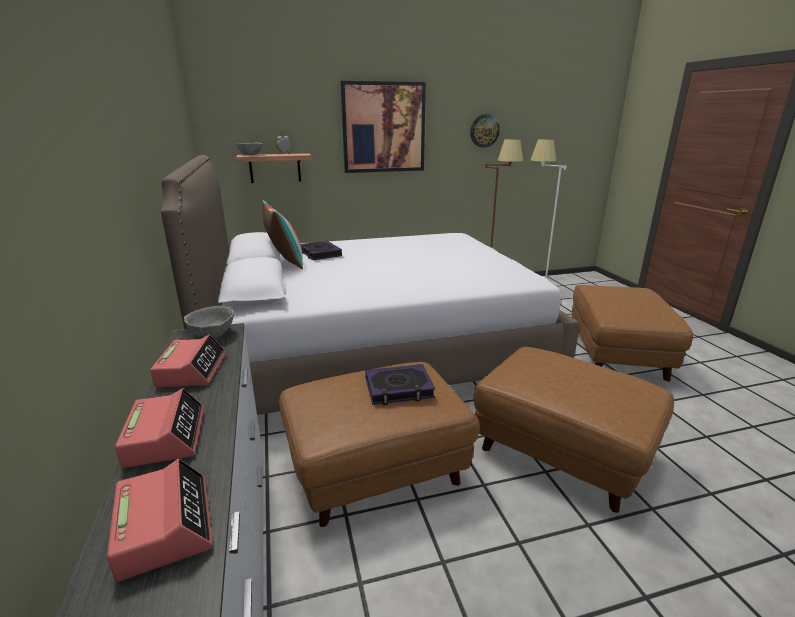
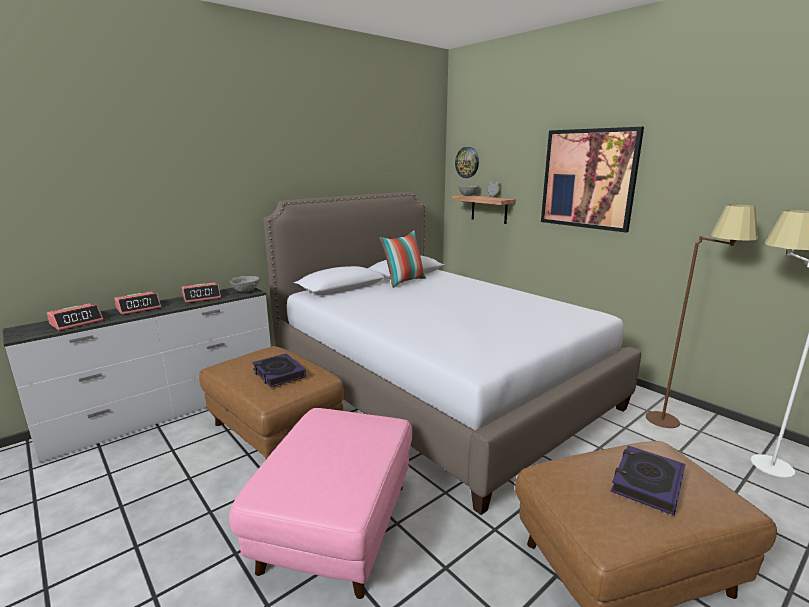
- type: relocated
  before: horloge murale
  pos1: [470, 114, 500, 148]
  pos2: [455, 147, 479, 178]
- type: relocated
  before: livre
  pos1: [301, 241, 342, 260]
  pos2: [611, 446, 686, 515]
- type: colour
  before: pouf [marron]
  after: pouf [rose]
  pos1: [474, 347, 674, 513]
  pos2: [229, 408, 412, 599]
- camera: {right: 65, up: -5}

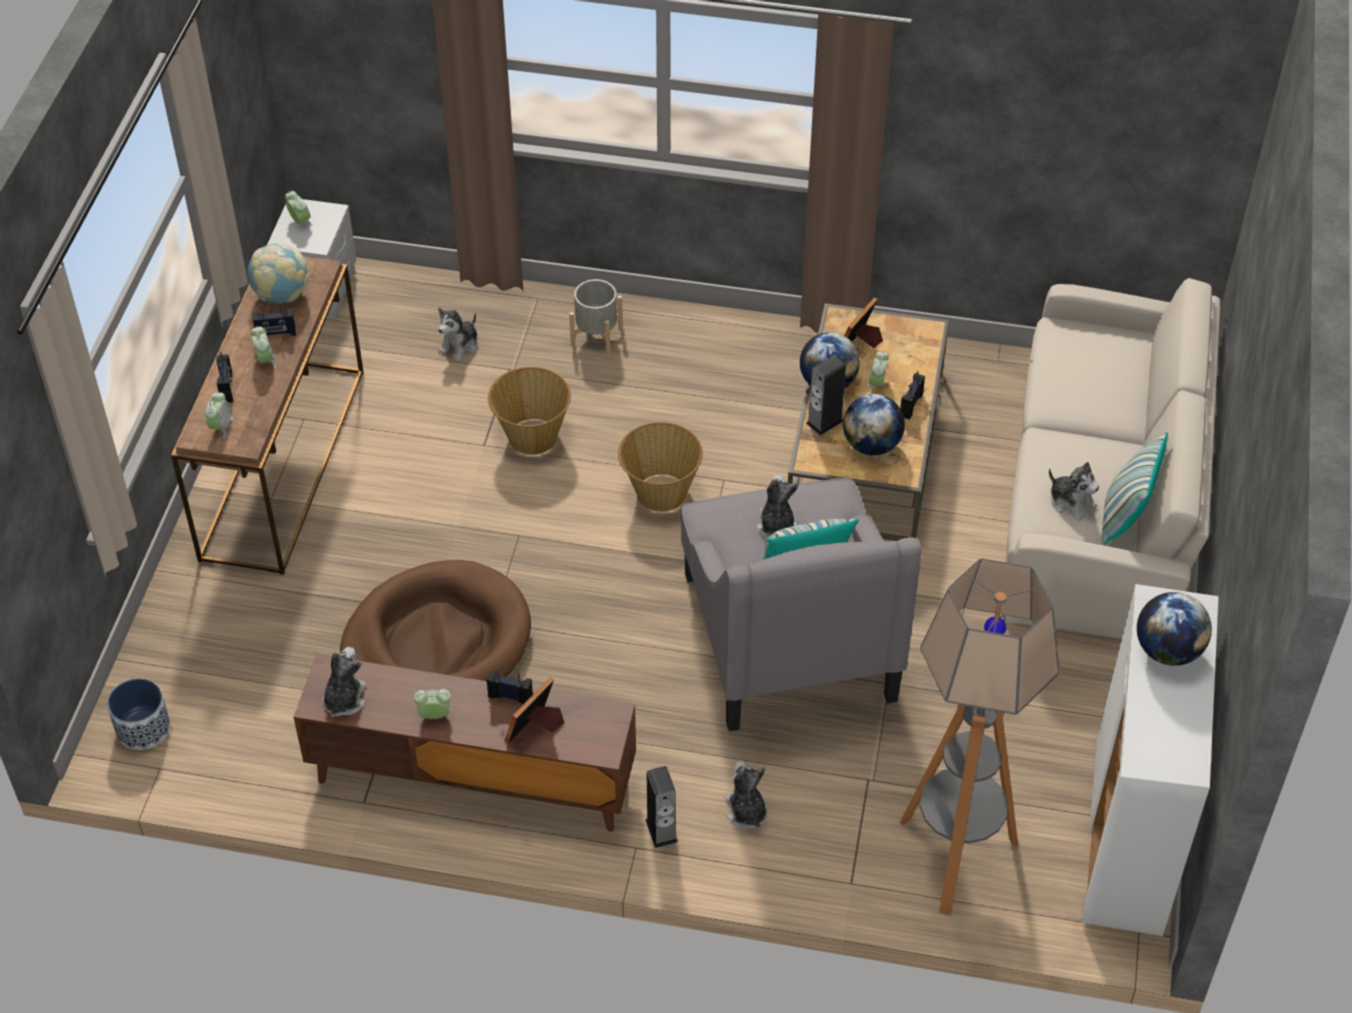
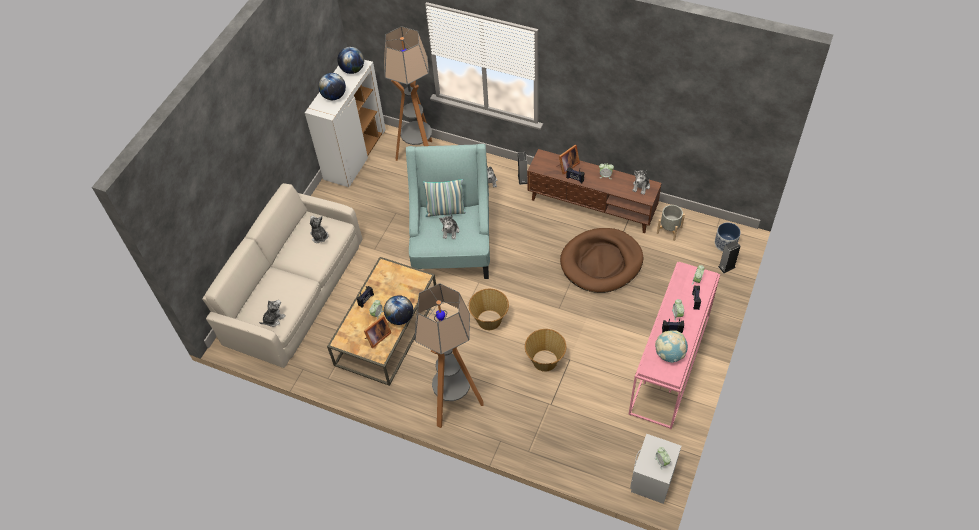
- type: colour
  before: table console [marron]
  after: table console [rose]
  pos1: [171, 256, 364, 575]
  pos2: [628, 262, 720, 429]
- type: relocated
  before: cache-pot [gris]
  pos1: [569, 279, 623, 355]
  pos2: [657, 205, 685, 241]
- type: relocated
  before: peluche
  pos1: [438, 307, 478, 361]
  pos2: [259, 300, 286, 327]
- type: relocated
  before: enceinte
  pos1: [806, 355, 846, 435]
  pos2: [718, 240, 741, 273]
- type: relocated
  before: globe
  pos1: [843, 394, 905, 455]
  pos2: [337, 47, 364, 74]
- type: missing
  before: coussin
  pos1: [1102, 432, 1168, 545]
- type: colour
  before: fauteuil [gris]
  after: fauteuil [turquoise]
  pos1: [681, 478, 922, 731]
  pos2: [406, 144, 490, 279]
- type: appeared
  after: lampadaire
  pos2: [414, 283, 484, 428]
- camera: {right: -165, up: 5}

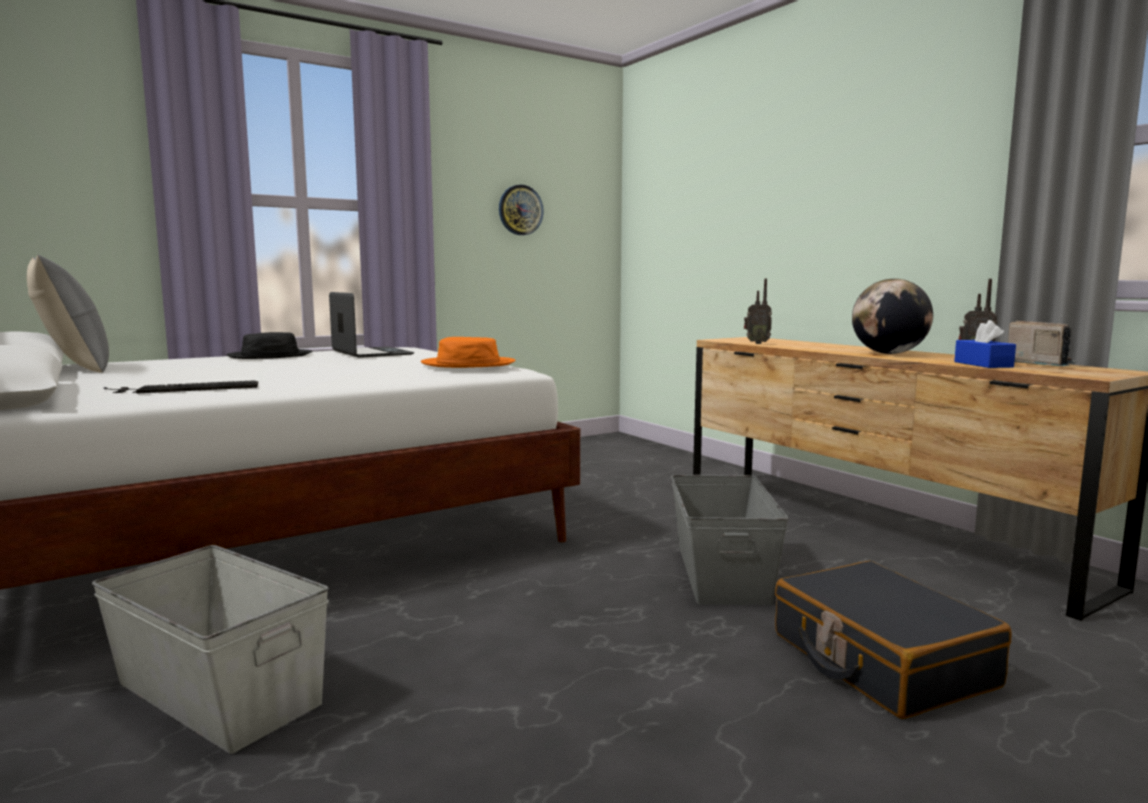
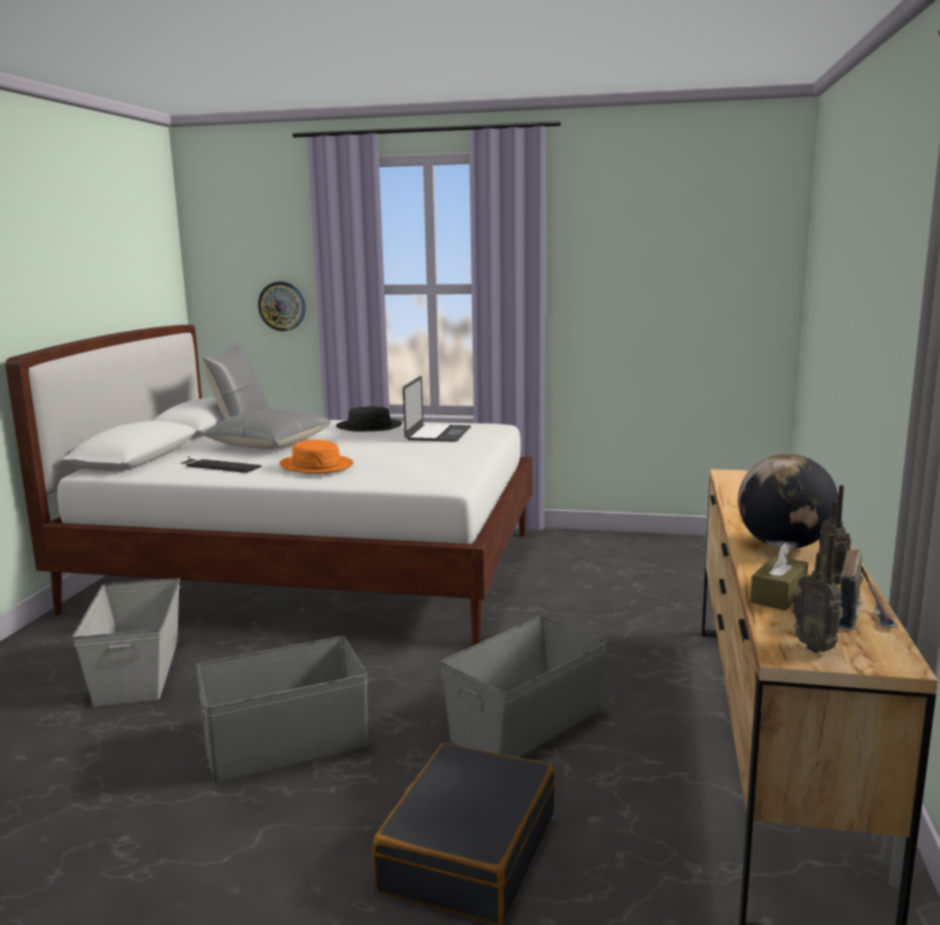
- type: relocated
  before: horloge murale
  pos1: [499, 185, 544, 235]
  pos2: [258, 281, 306, 331]
- type: relocated
  before: radio
  pos1: [744, 278, 772, 344]
  pos2: [792, 534, 843, 653]
- type: colour
  before: boîte à mouchoirs [bleu]
  after: boîte à mouchoirs [marron]
  pos1: [954, 320, 1016, 368]
  pos2: [750, 542, 808, 611]
- type: relocated
  before: chapeau [orange]
  pos1: [421, 337, 515, 368]
  pos2: [279, 440, 354, 474]
- type: appeared
  after: coussin [gris]
  pos2: [200, 408, 331, 449]
- type: appeared
  after: boîte de rangement [gris]
  pos2: [196, 636, 368, 782]
- camera: {right: 45, up: 5}

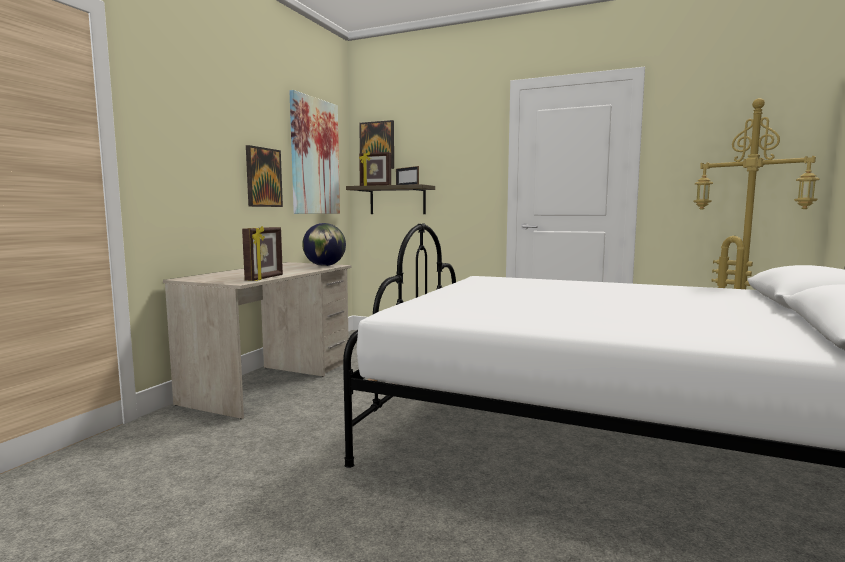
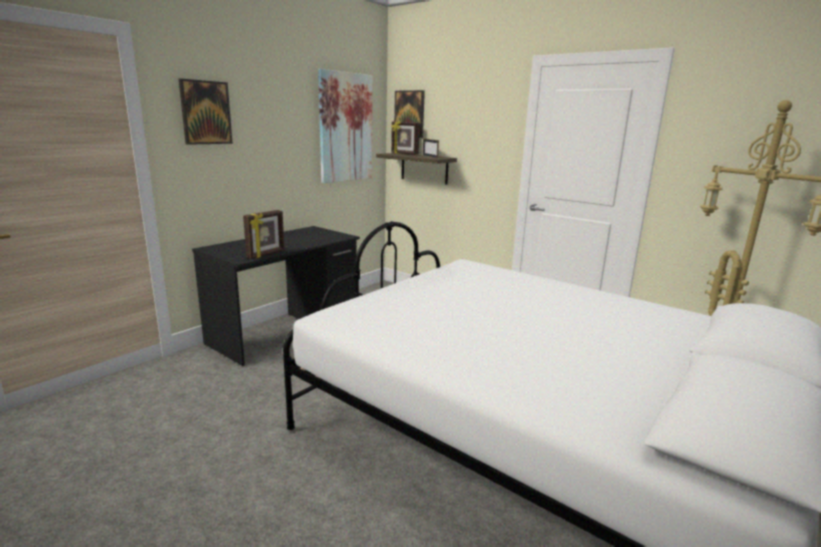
- type: relocated
  before: tableau
  pos1: [246, 145, 283, 207]
  pos2: [178, 78, 233, 145]
- type: missing
  before: globe
  pos1: [302, 223, 346, 266]
- type: colour
  before: bureau [beige]
  after: bureau [noir]
  pos1: [163, 262, 351, 419]
  pos2: [192, 226, 360, 366]
- camera: {right: 15, up: 10}

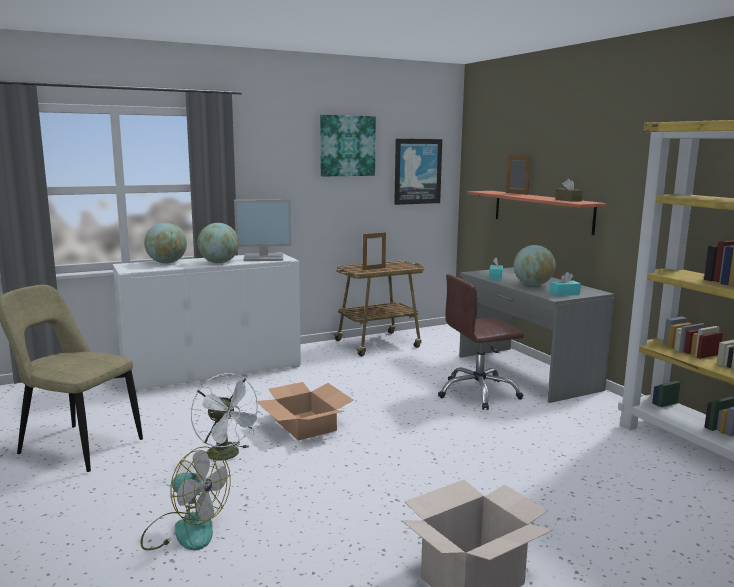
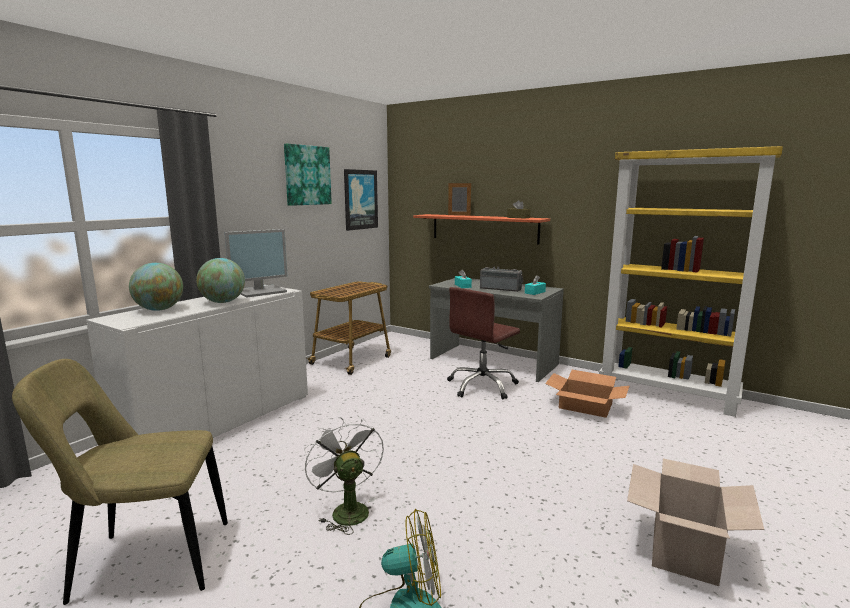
- type: missing
  before: cadre photo
  pos1: [363, 231, 386, 270]
- type: exchanged
  before: globe
  after: radio
  pos1: [514, 245, 555, 286]
  pos2: [480, 266, 524, 292]
- type: spun
  before: ventilateur [blanc]
  pos1: [191, 373, 263, 460]
  pos2: [304, 418, 384, 535]
  turn: -135
- type: relocated
  before: carton
  pos1: [257, 382, 353, 440]
  pos2: [545, 370, 630, 418]
- camera: {right: -30, up: 0}

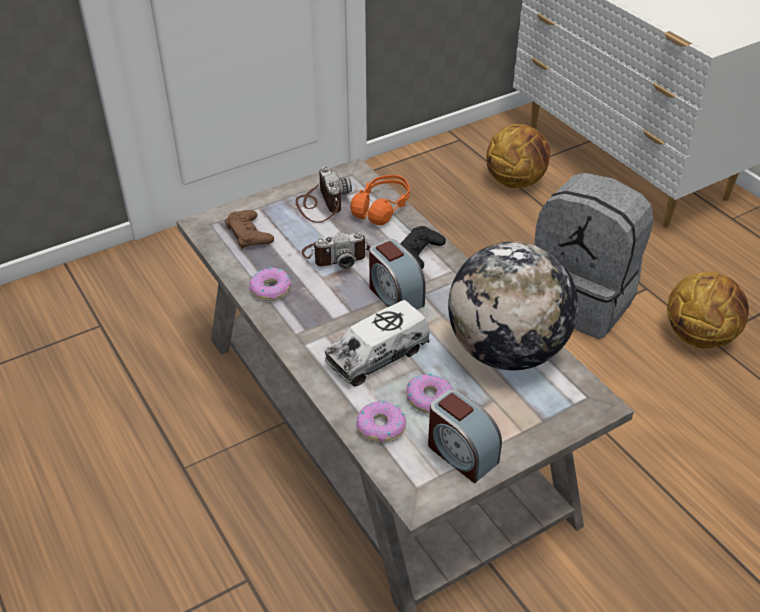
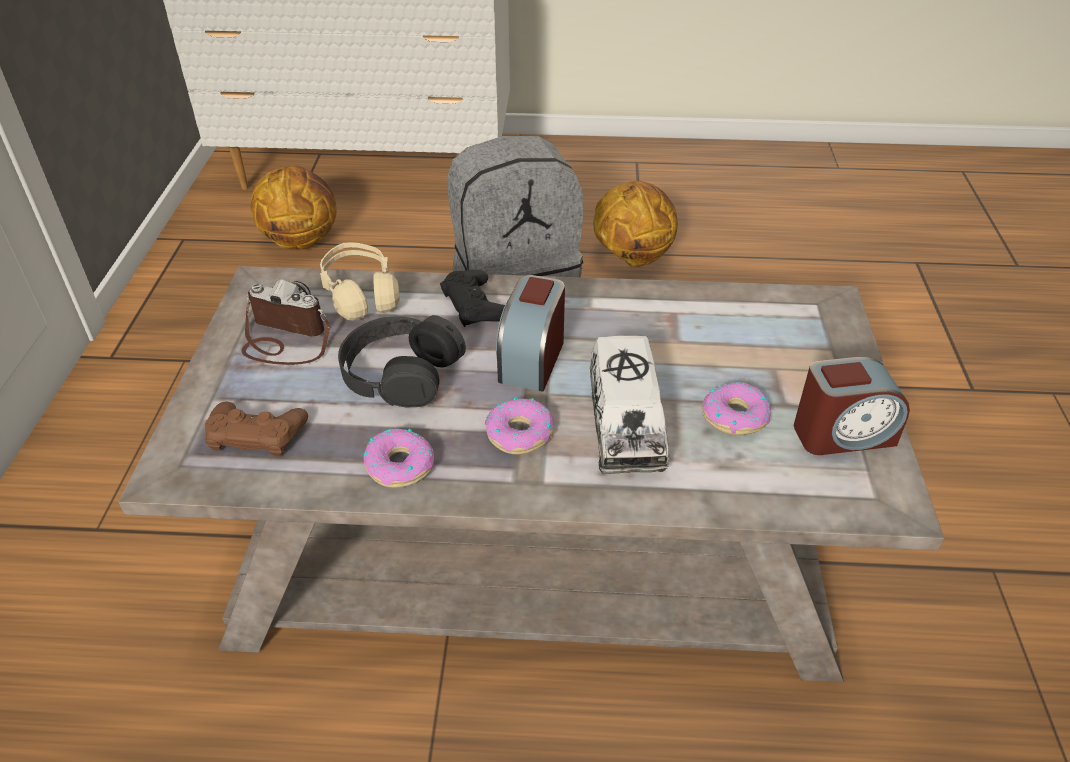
- type: colour
  before: casque audio [orange]
  after: casque audio [beige]
  pos1: [350, 175, 410, 225]
  pos2: [320, 242, 400, 321]
- type: exchanged
  before: appareil photo
  after: casque audio [noir]
  pos1: [301, 232, 370, 269]
  pos2: [338, 315, 466, 407]
- type: spun
  before: réveil
  pos1: [369, 239, 426, 310]
  pos2: [496, 275, 565, 392]
  turn: 105
- type: missing
  before: globe
  pos1: [448, 241, 578, 370]
- type: relocated
  before: beignet
  pos1: [356, 401, 406, 443]
  pos2: [485, 397, 554, 455]
- camera: {right: -55, up: 0}

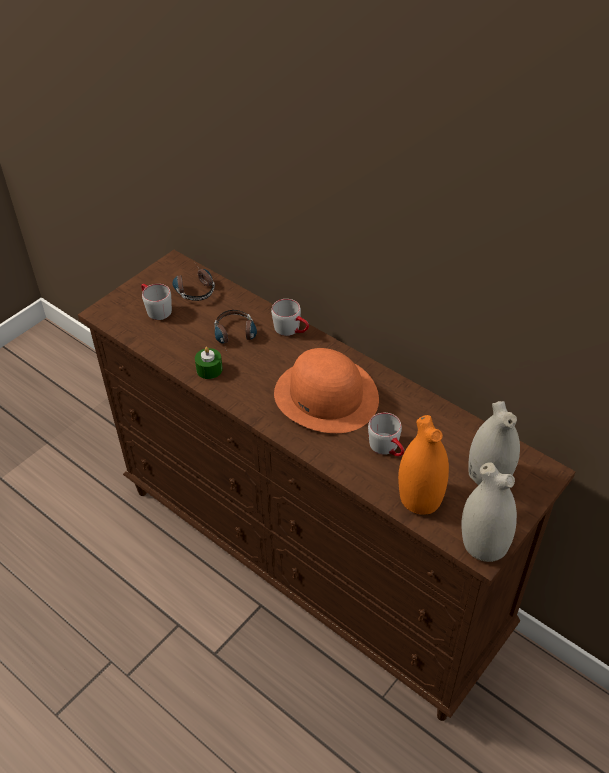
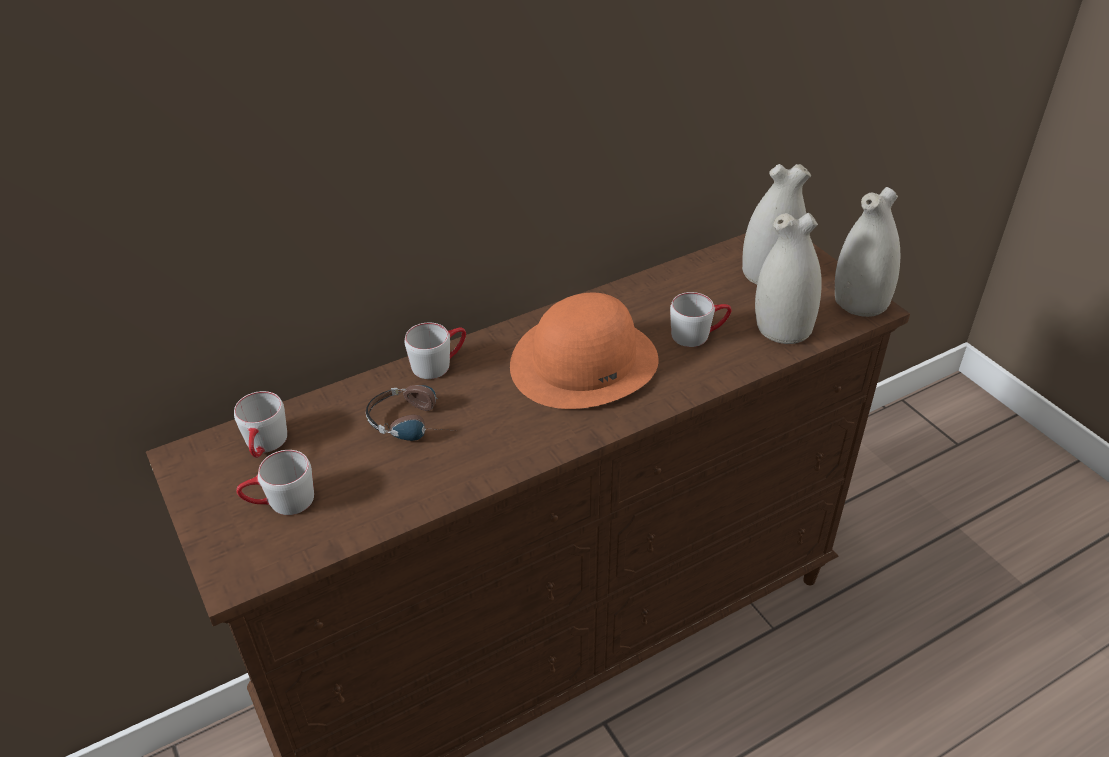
- type: exchanged
  before: casque audio
  after: mug [gris]
  pos1: [172, 269, 215, 301]
  pos2: [234, 391, 287, 458]
- type: missing
  before: bougie [vert]
  pos1: [195, 347, 223, 379]
- type: colour
  before: vase [orange]
  after: vase [blanc]
  pos1: [398, 415, 449, 515]
  pos2: [755, 213, 822, 344]
- camera: {right: -70, up: -5}

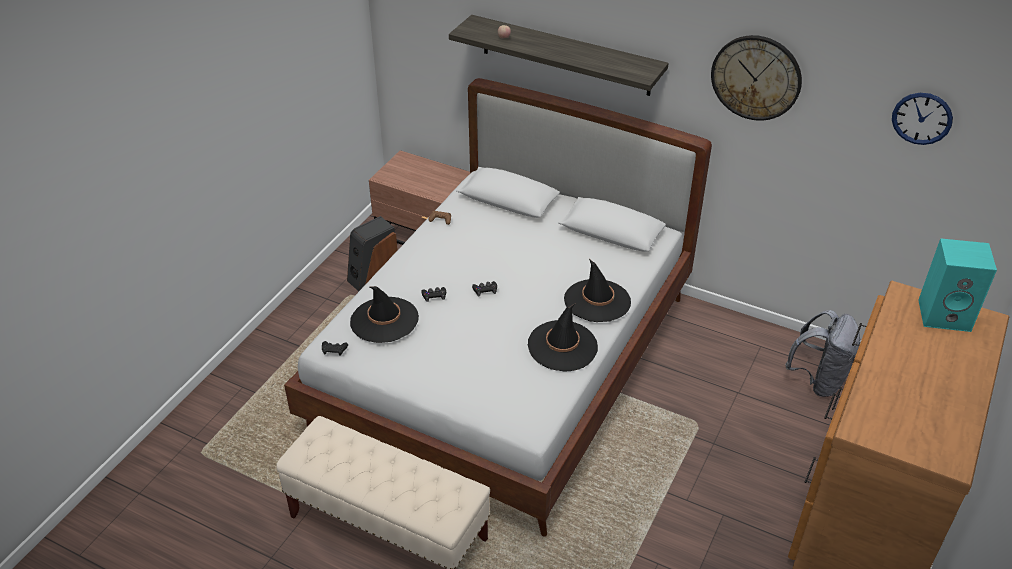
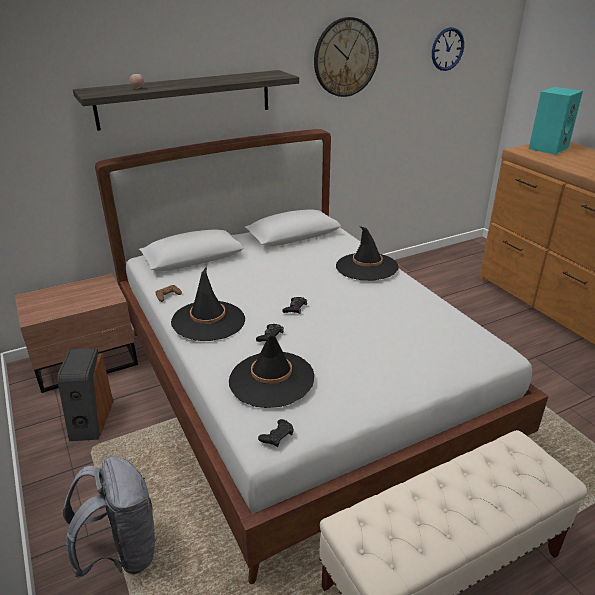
- type: relocated
  before: chapeau [noir]
  pos1: [528, 303, 598, 372]
  pos2: [171, 267, 245, 341]
- type: relocated
  before: sac à dos [gris]
  pos1: [785, 310, 861, 397]
  pos2: [63, 456, 157, 579]
- camera: {right: -55, up: -10}

